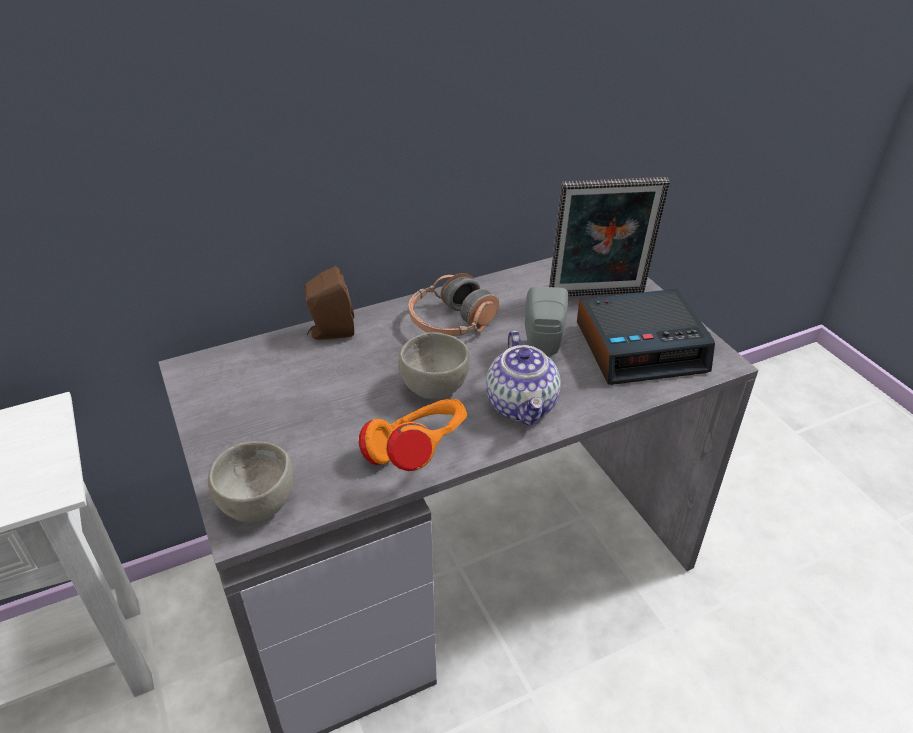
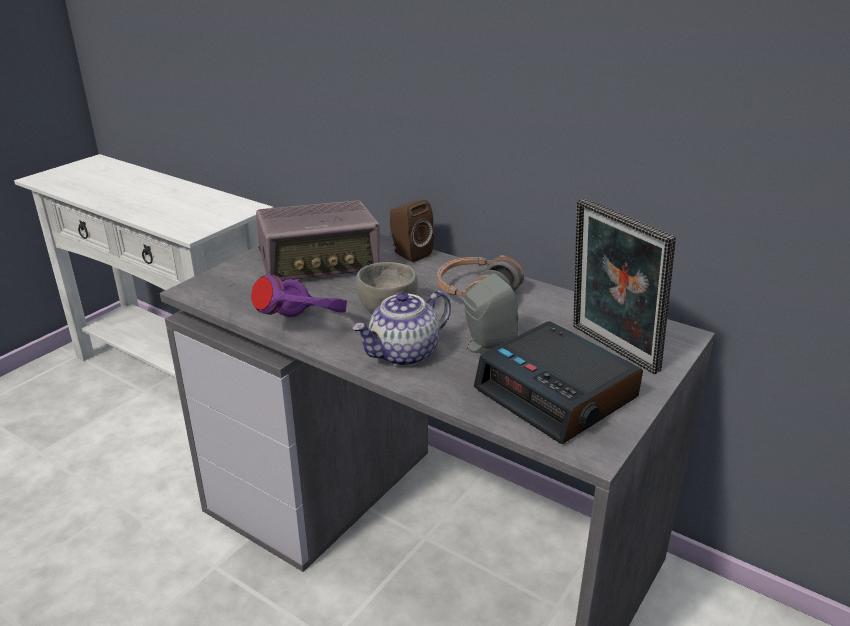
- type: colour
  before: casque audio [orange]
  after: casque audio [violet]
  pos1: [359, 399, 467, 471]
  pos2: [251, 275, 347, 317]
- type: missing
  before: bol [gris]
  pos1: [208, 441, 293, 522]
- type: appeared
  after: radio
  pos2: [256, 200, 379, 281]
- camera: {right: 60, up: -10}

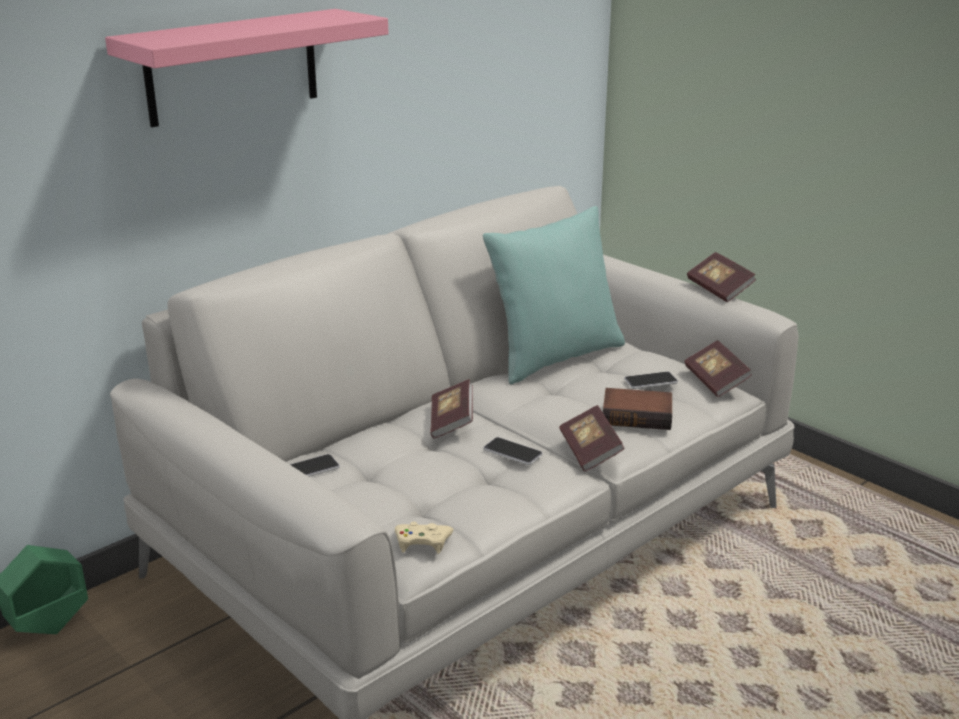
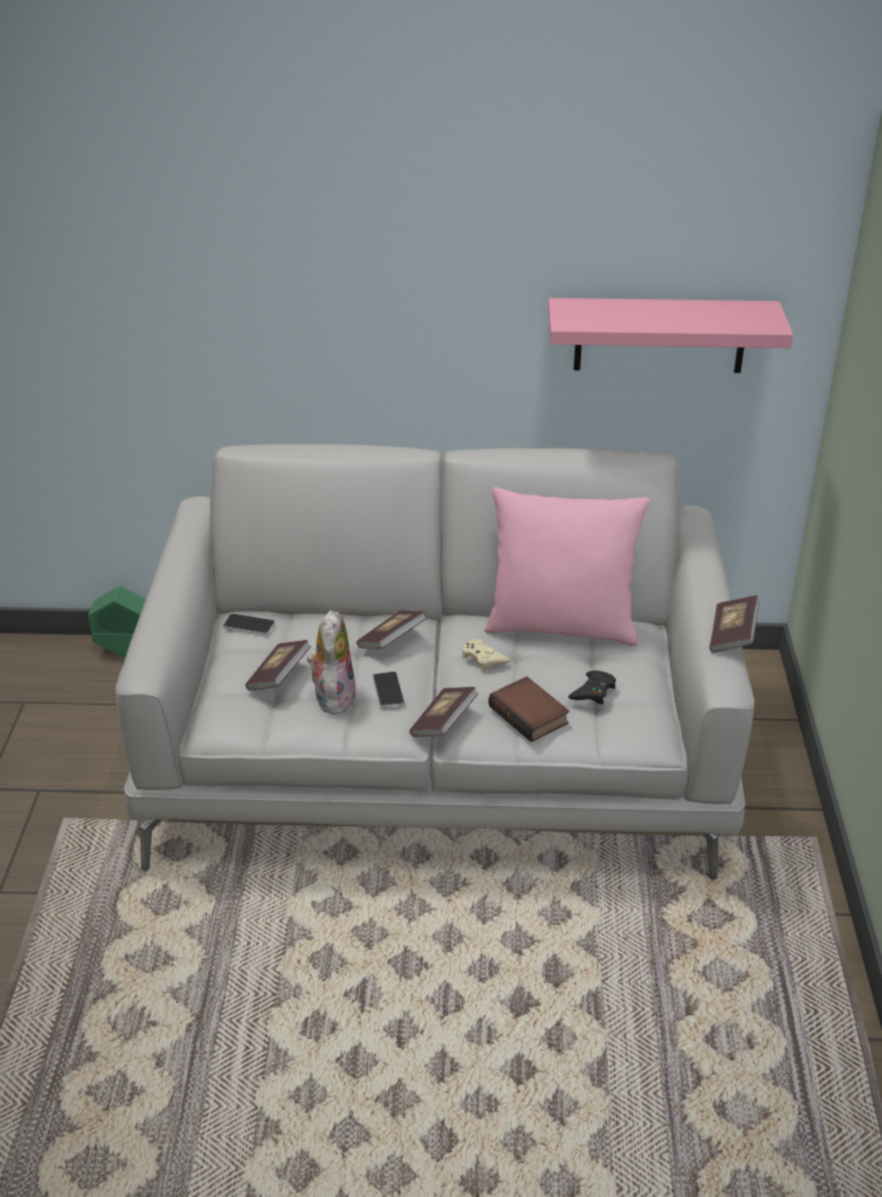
- type: relocated
  before: étagère [rose]
  pos1: [105, 9, 388, 127]
  pos2: [548, 298, 793, 373]
- type: colour
  before: coussin [turquoise]
  after: coussin [rose]
  pos1: [483, 206, 625, 385]
  pos2: [485, 487, 650, 646]
- type: relocated
  before: livre
  pos1: [685, 340, 752, 397]
  pos2: [245, 640, 311, 691]
- type: exchanged
  before: téléphone
  after: manette [noir]
  pos1: [624, 372, 678, 389]
  pos2: [568, 671, 616, 705]
- type: relocated
  before: manette [beige]
  pos1: [395, 522, 453, 554]
  pos2: [462, 639, 511, 671]
- type: appeared
  after: peluche
  pos2: [307, 610, 356, 714]
- camera: {right: 45, up: 10}

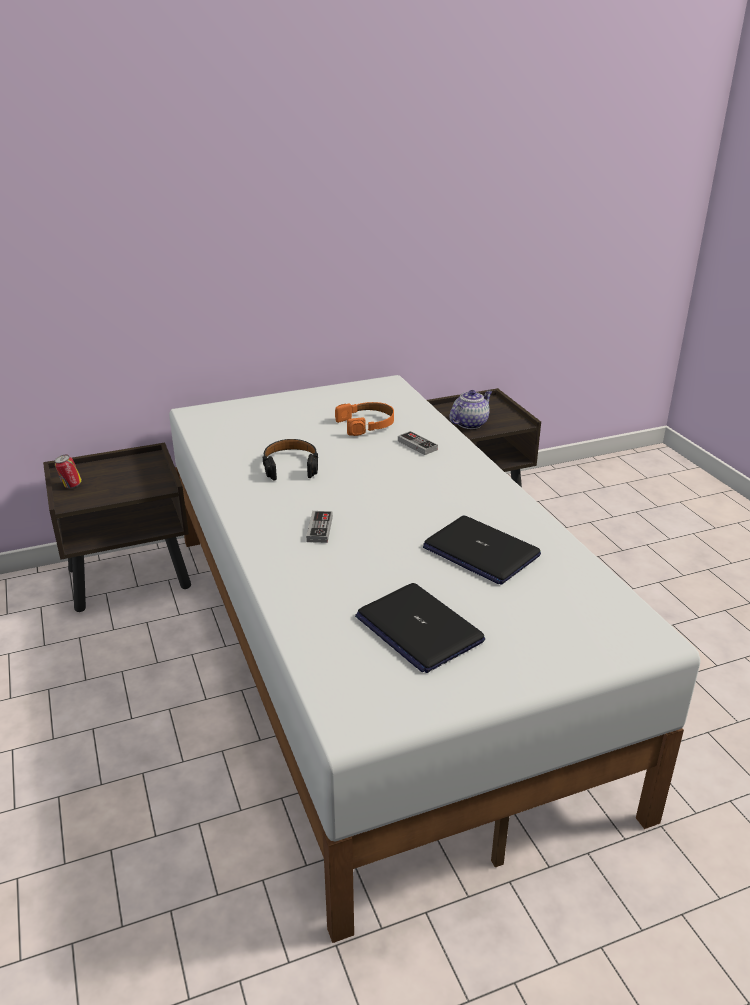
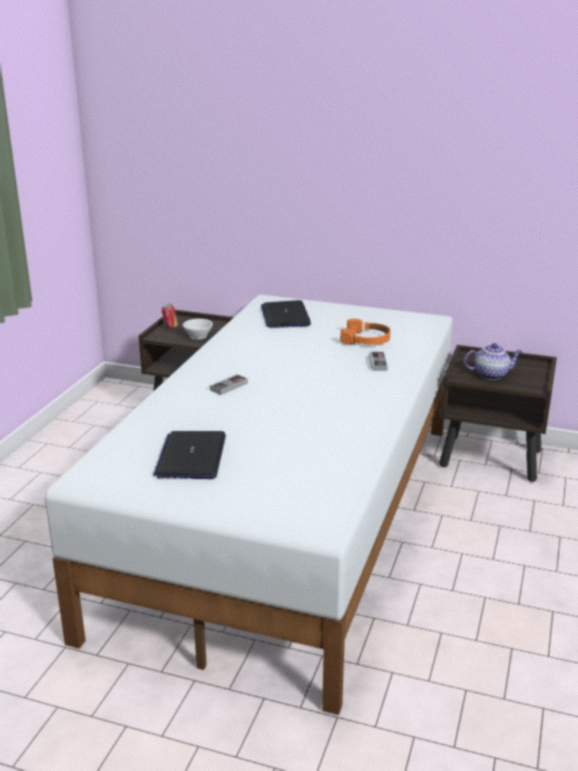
- type: missing
  before: casque audio [noir]
  pos1: [263, 439, 318, 481]
- type: relocated
  before: ordinateur portable
  pos1: [423, 516, 541, 585]
  pos2: [261, 300, 311, 328]
- type: appeared
  after: tasse [blanc]
  pos2: [183, 319, 213, 339]
- camera: {right: 40, up: -5}

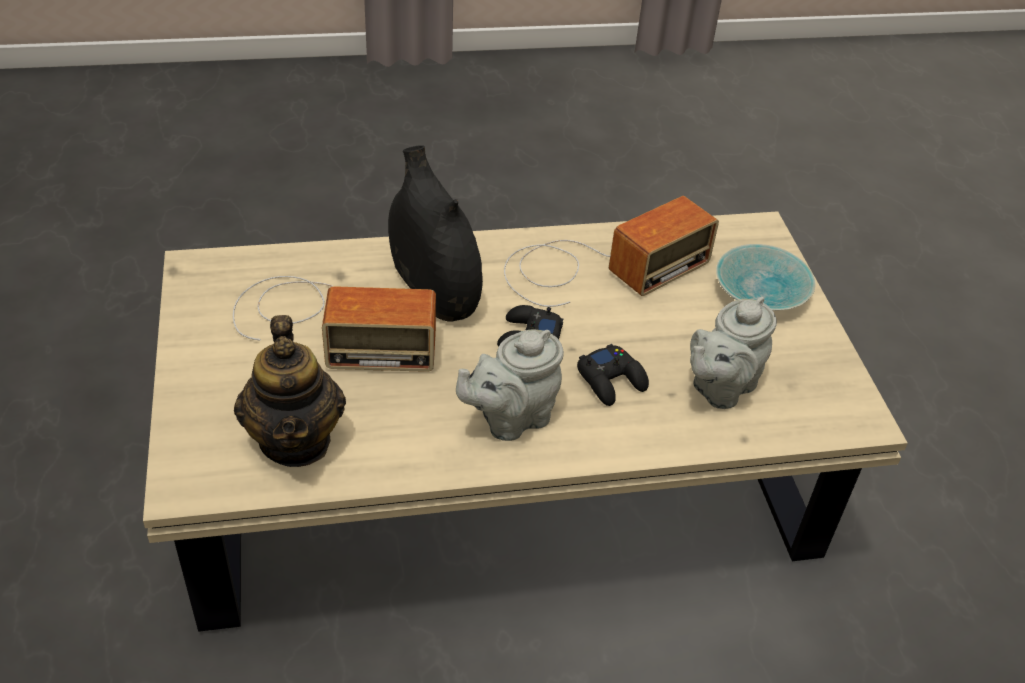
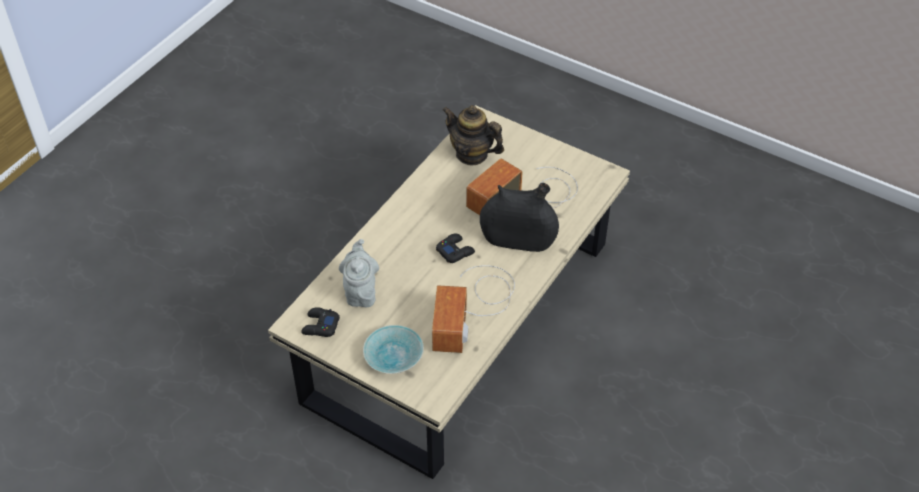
- type: missing
  before: théière [gris]
  pos1: [456, 329, 564, 441]
- type: relocated
  before: manette [noir]
  pos1: [577, 344, 649, 406]
  pos2: [301, 307, 340, 337]
- camera: {right: 135, up: 5}

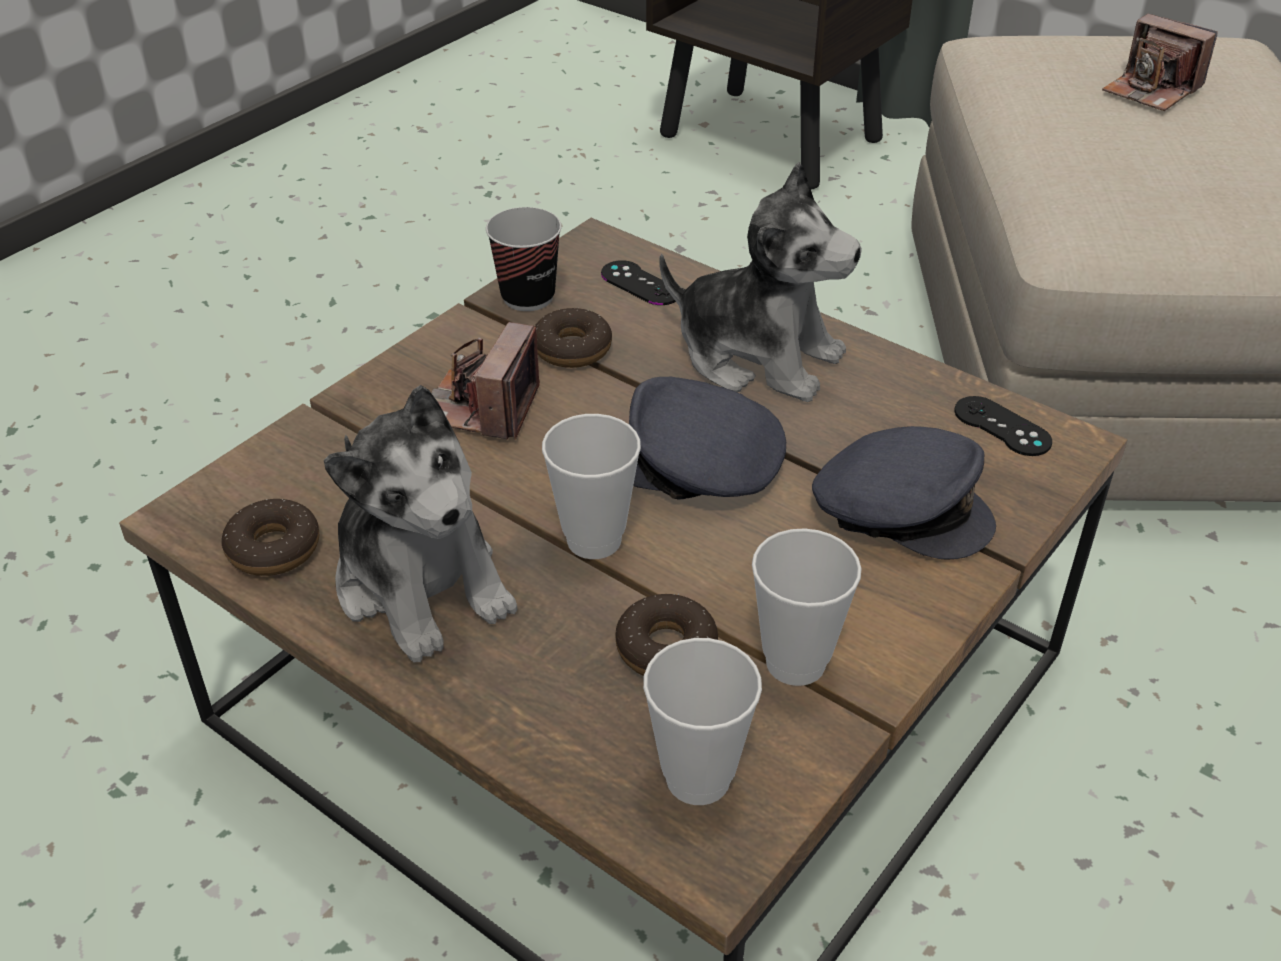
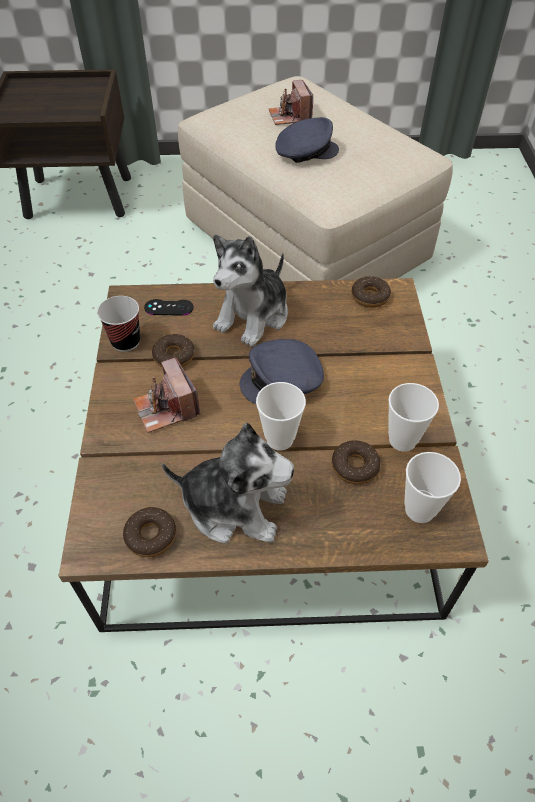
- type: spun
  before: appareil photo
  pos1: [1102, 14, 1218, 111]
  pos2: [269, 80, 313, 125]
  turn: 75
- type: spun
  before: peluche
  pos1: [659, 162, 862, 402]
  pos2: [213, 234, 288, 347]
  turn: 135
- type: exchanged
  before: manette [noir]
  after: beignet
  pos1: [954, 396, 1052, 456]
  pos2: [352, 276, 391, 308]
- type: relocated
  before: casquette [gris]
  pos1: [812, 426, 996, 560]
  pos2: [275, 117, 339, 163]
- camera: {right: -40, up: 10}

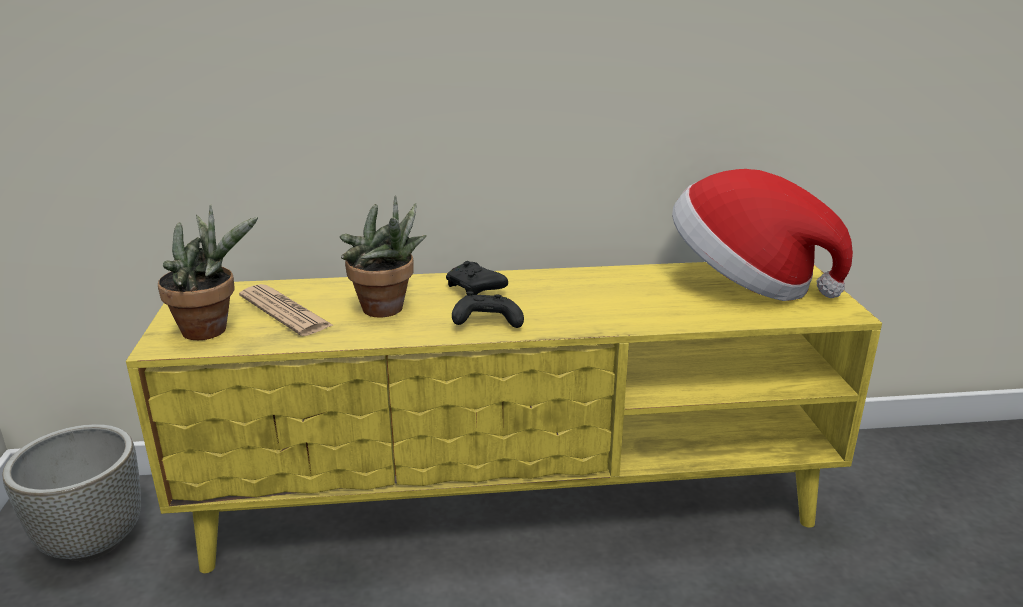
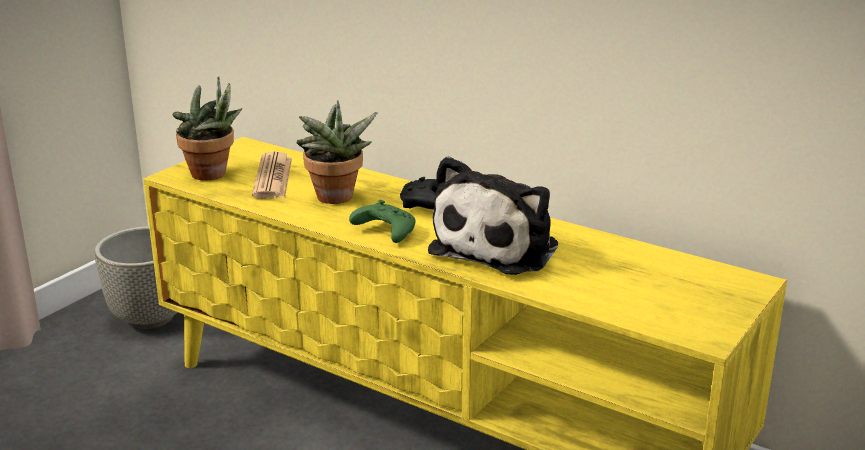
- type: missing
  before: chapeau
  pos1: [672, 169, 853, 301]
- type: colour
  before: manette [noir]
  after: manette [vert]
  pos1: [452, 291, 524, 328]
  pos2: [349, 200, 415, 243]
- type: appeared
  after: peluche
  pos2: [428, 156, 558, 275]
- camera: {right: 40, up: 0}

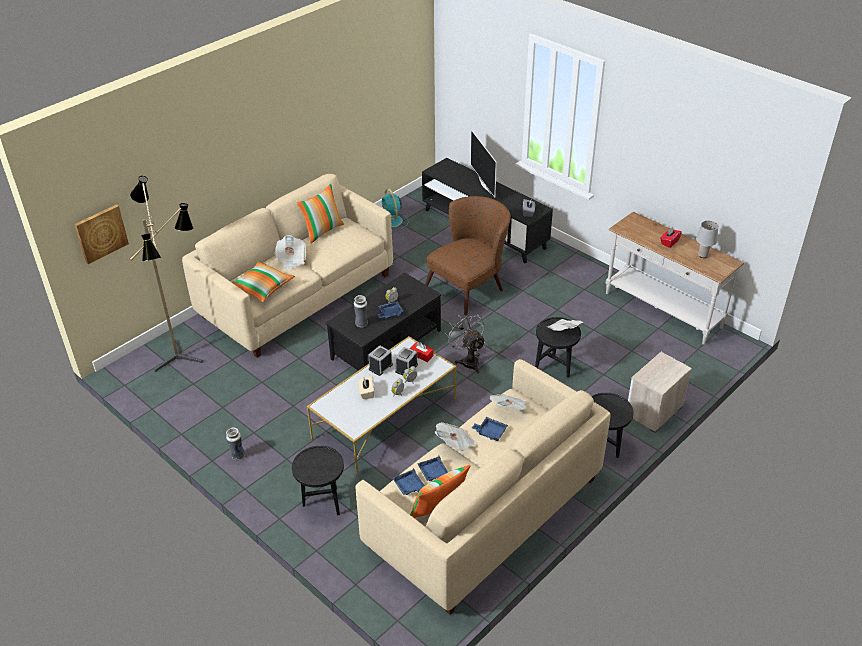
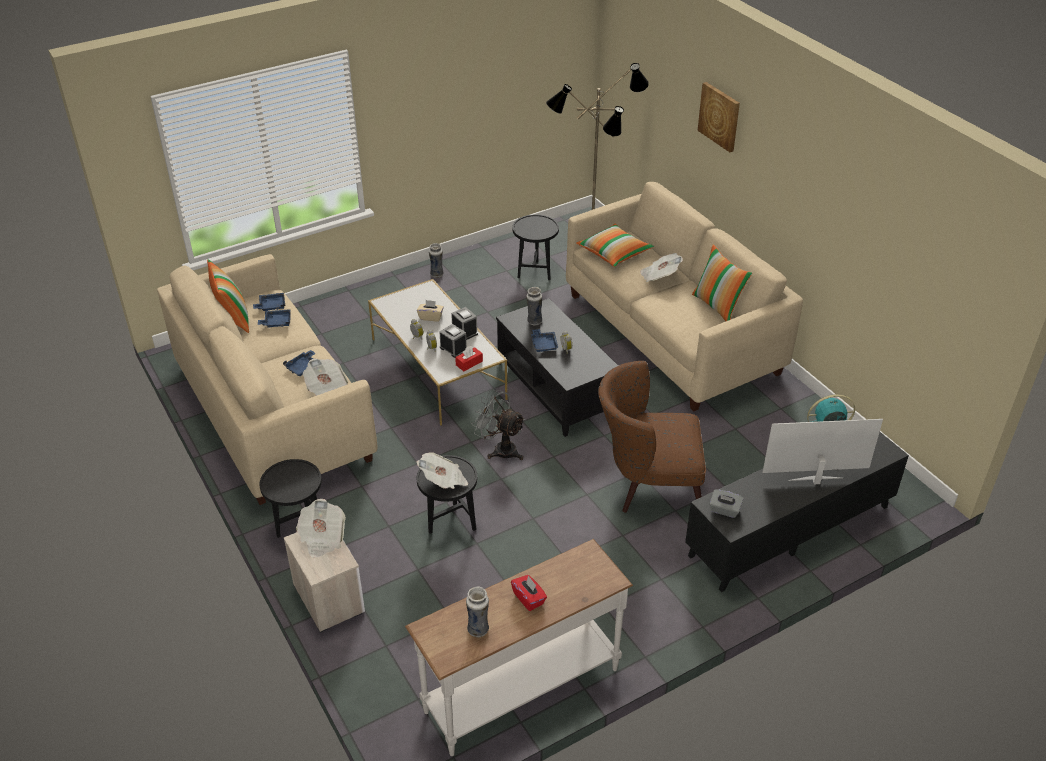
- type: spun
  before: fauteuil [marron]
  pos1: [425, 196, 511, 316]
  pos2: [598, 361, 706, 513]
  turn: 120
- type: relocated
  before: tableau
  pos1: [74, 204, 129, 264]
  pos2: [698, 82, 740, 152]
- type: exchanged
  before: lampe de table [gris]
  after: vase
  pos1: [696, 221, 718, 258]
  pos2: [466, 586, 489, 638]
- type: spun
  before: ventilateur [gris]
  pos1: [445, 312, 485, 373]
  pos2: [472, 389, 525, 460]
  turn: -135
- type: relocated
  before: journal
  pos1: [435, 422, 477, 451]
  pos2: [296, 499, 346, 558]
- type: relocated
  before: table d'appoint [noir]
  pos1: [292, 446, 344, 515]
  pos2: [512, 214, 559, 280]
- camera: {right: 105, up: 0}

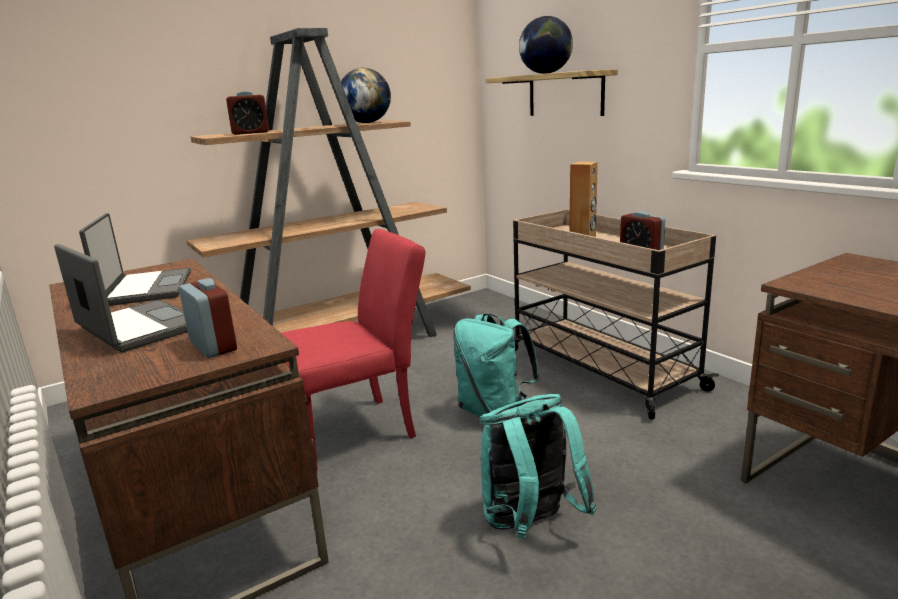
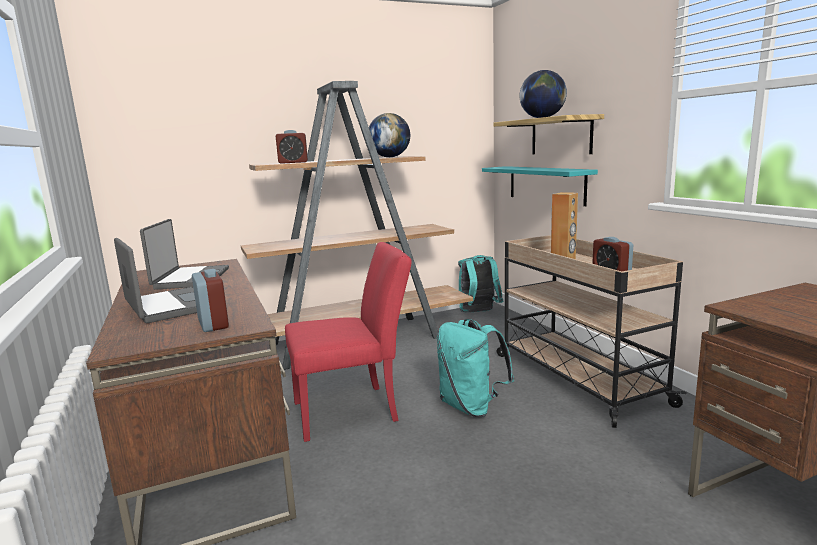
- type: relocated
  before: sac à dos [turquoise]
  pos1: [479, 394, 597, 538]
  pos2: [458, 255, 503, 313]
- type: appeared
  after: étagère [turquoise]
  pos2: [482, 166, 598, 206]
- camera: {right: 10, up: -5}

